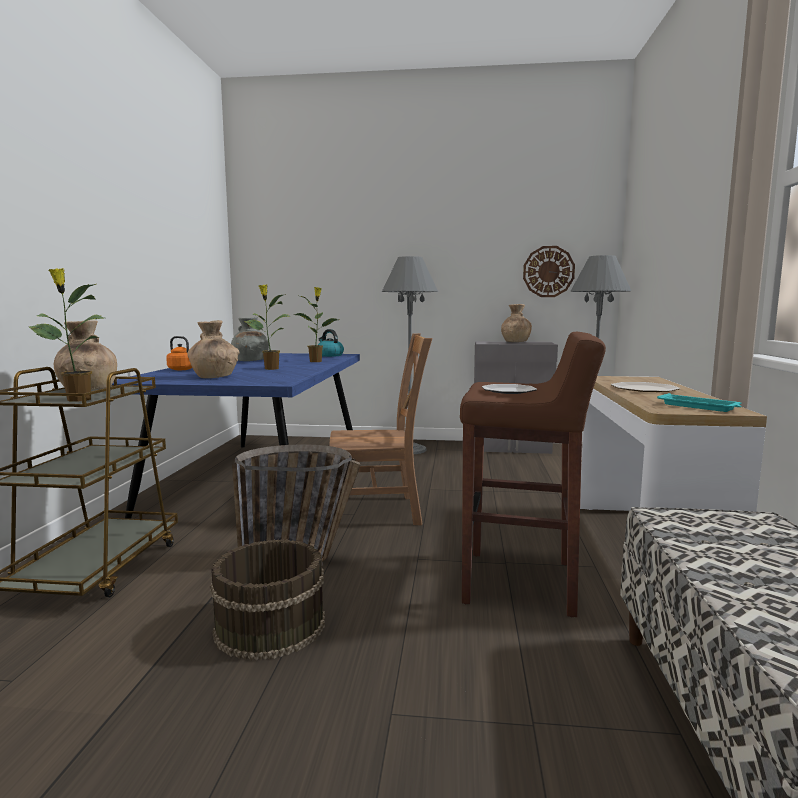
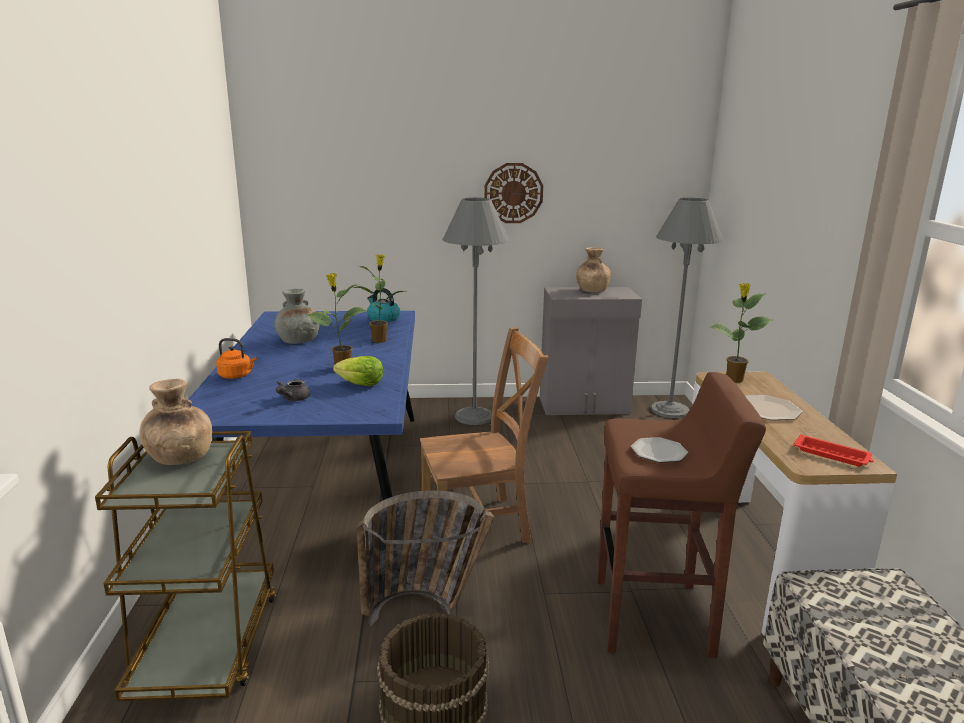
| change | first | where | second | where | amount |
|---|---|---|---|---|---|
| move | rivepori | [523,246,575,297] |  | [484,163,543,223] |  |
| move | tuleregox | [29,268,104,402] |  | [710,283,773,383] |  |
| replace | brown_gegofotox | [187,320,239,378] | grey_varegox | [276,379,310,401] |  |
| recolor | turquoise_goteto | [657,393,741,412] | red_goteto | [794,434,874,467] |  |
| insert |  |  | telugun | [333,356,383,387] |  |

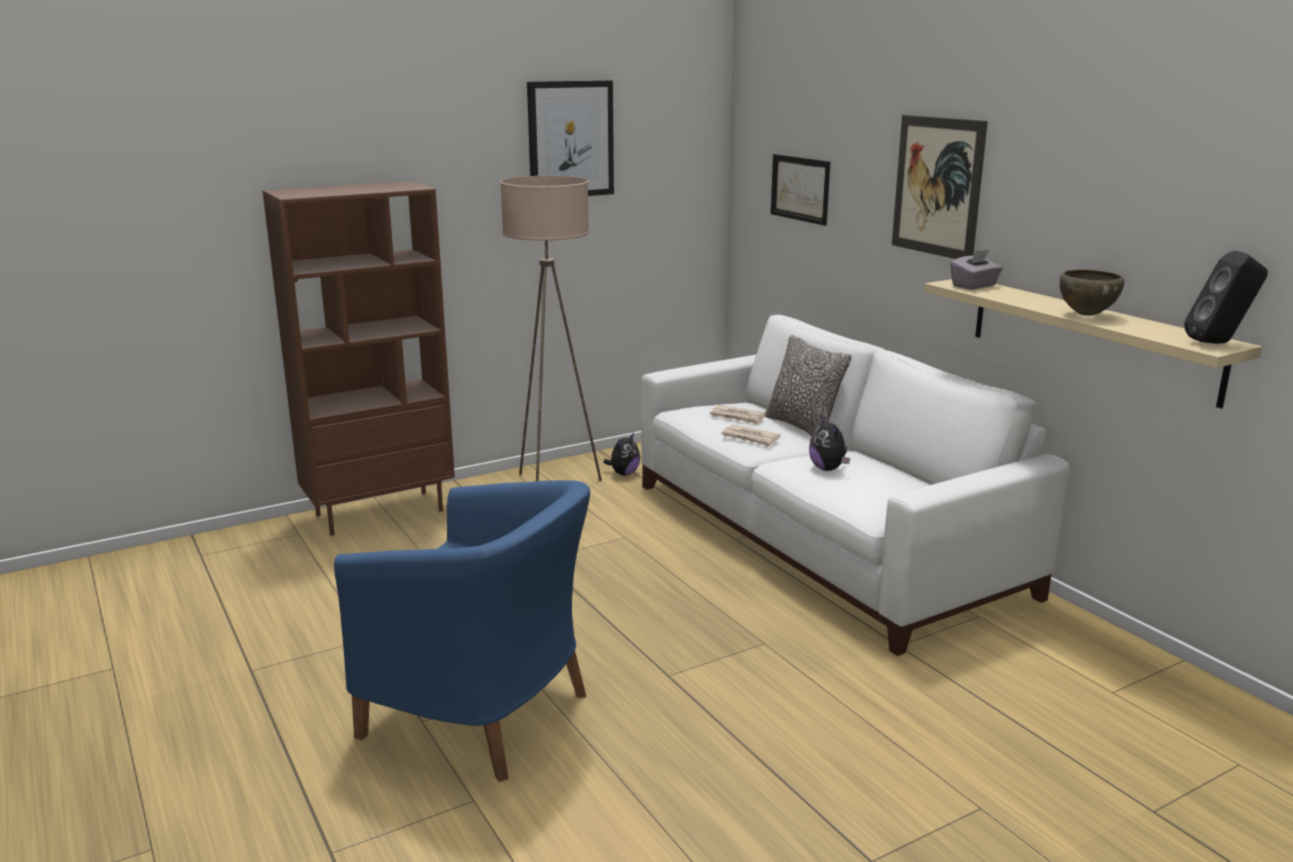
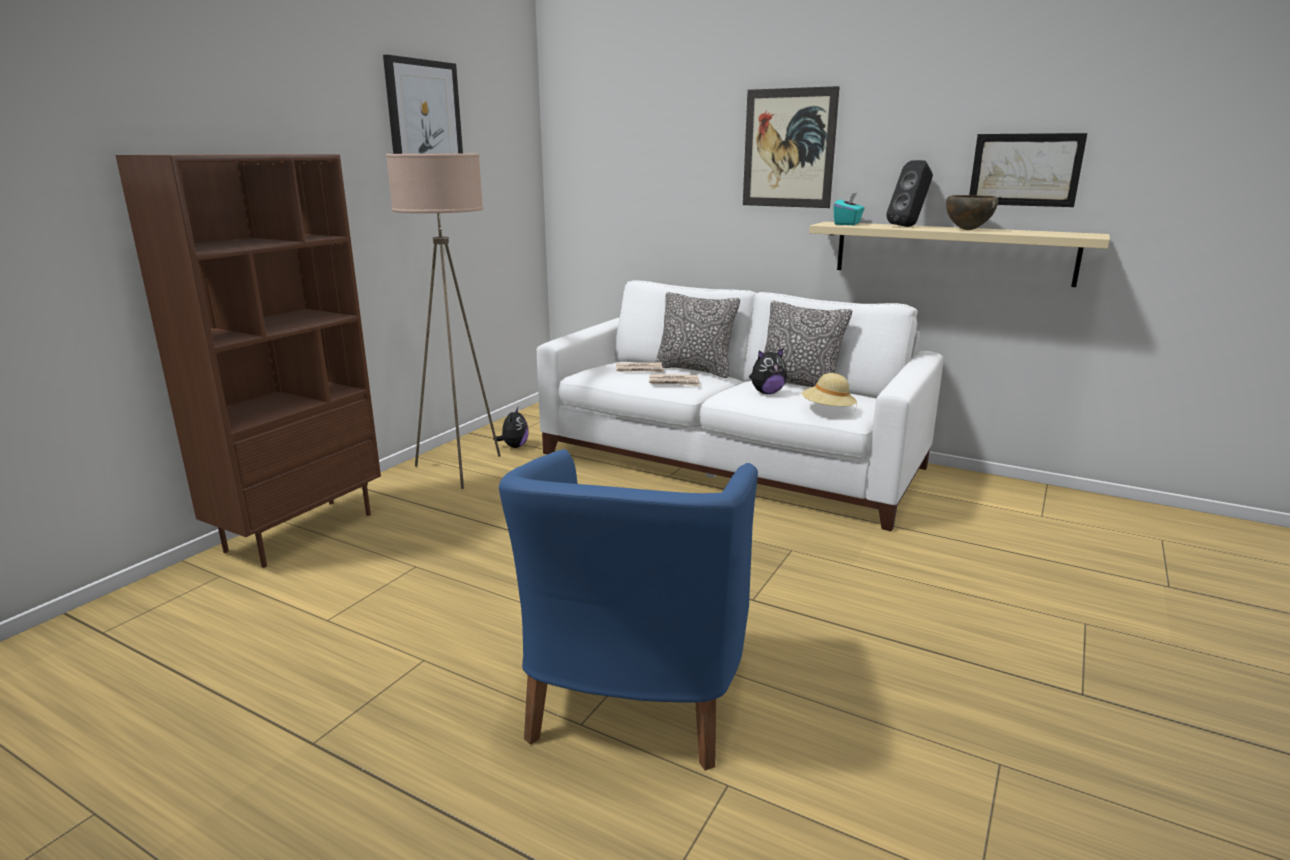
| change | first | where | second | where | amount |
|---|---|---|---|---|---|
| move | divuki | [771,154,830,226] |  | [969,133,1087,207] |  |
| recolor | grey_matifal | [950,250,1003,290] | turquoise_matifal | [834,193,865,225] |  |
| move | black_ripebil | [1184,251,1268,344] |  | [886,160,933,227] |  |
| rotate | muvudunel | [809,415,850,471] |  | [749,348,787,394] | 60 degrees counterclockwise |
| rotate | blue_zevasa | [334,480,590,782] |  | [499,449,758,770] | 105 degrees clockwise |
| insert |  |  | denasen | [764,301,852,387] |  |
| insert |  |  | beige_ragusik | [802,373,857,406] |  |

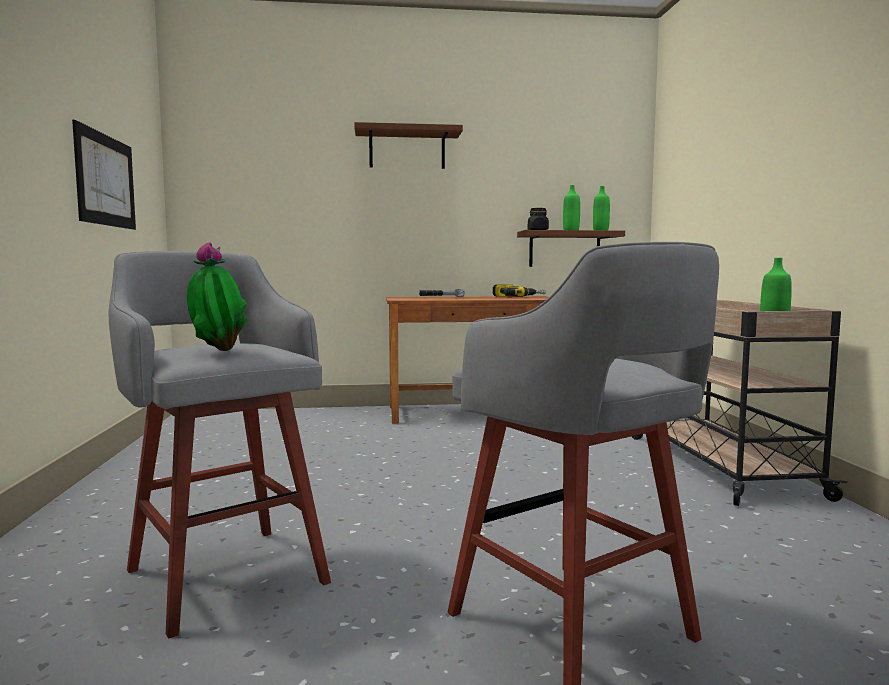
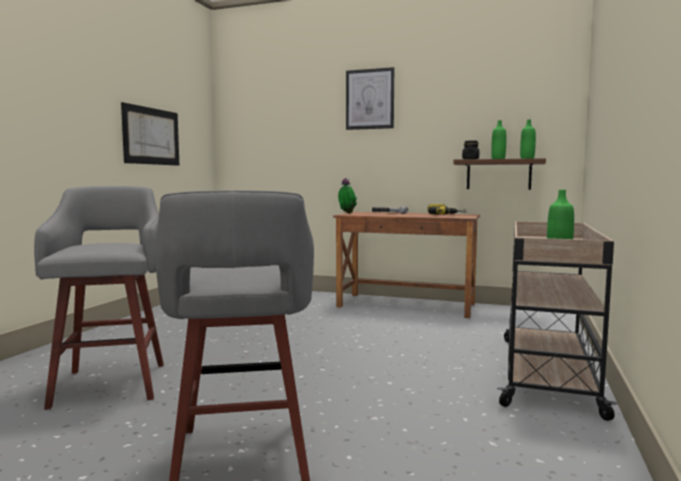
| change | first | where | second | where | amount |
|---|---|---|---|---|---|
| replace | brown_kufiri | [354,122,463,169] | divuki | [346,67,394,130] |  |
| move | tuleregox | [187,242,247,351] |  | [338,178,357,214] |  |

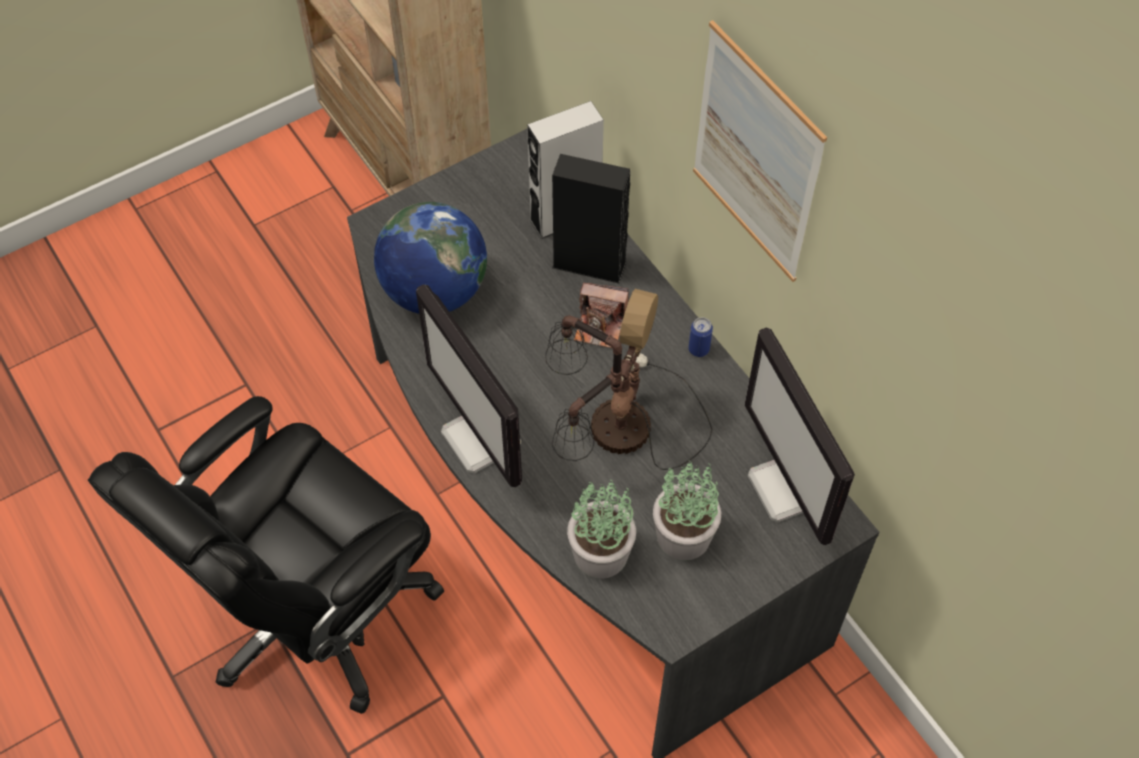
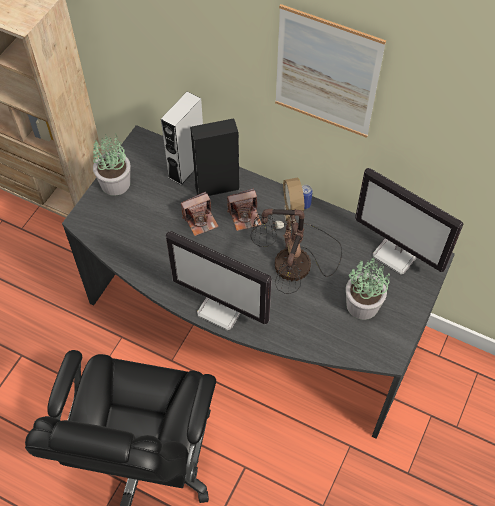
| change | first | where | second | where | amount |
|---|---|---|---|---|---|
| delete | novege | [374,202,487,314] |  |  |  |
| move | tuleregox | [567,480,636,579] |  | [93,135,130,196] |  |
| insert |  |  | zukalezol | [181,192,219,236] |  |

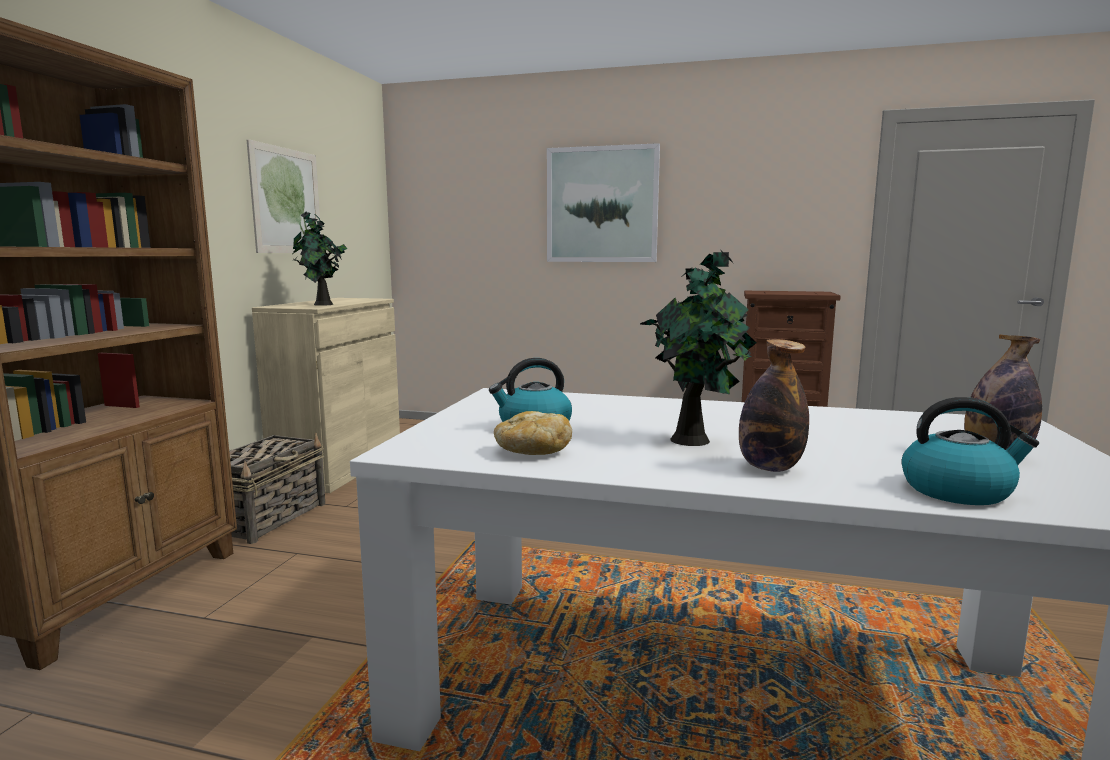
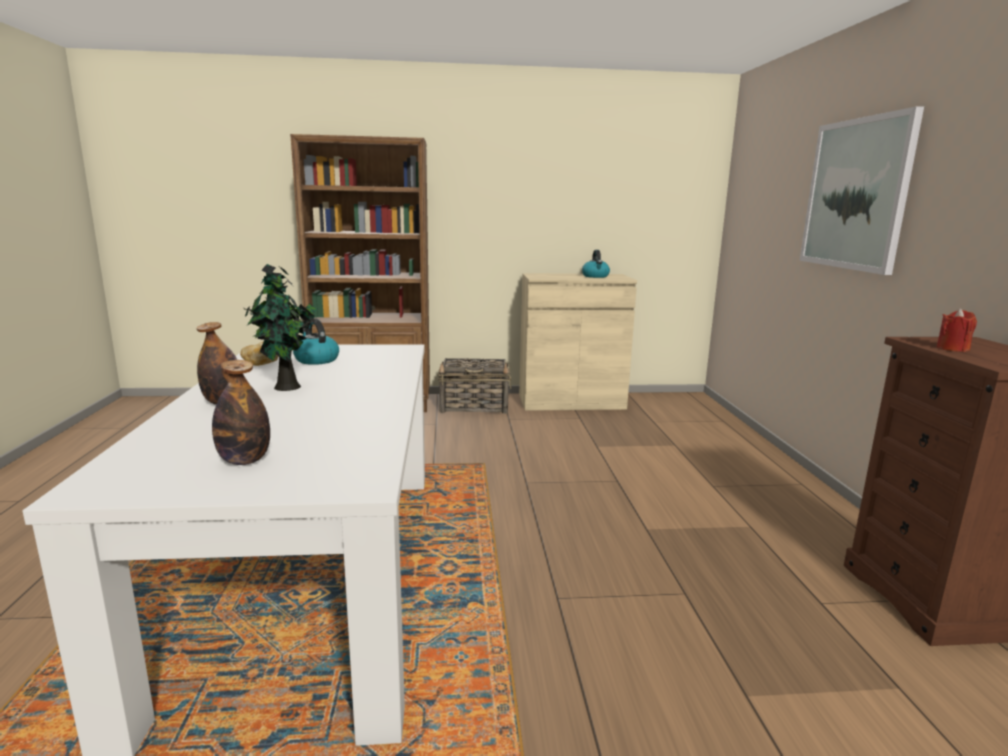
| change | first | where | second | where | amount |
|---|---|---|---|---|---|
| delete | divuki | [247,139,321,253] |  |  |  |
| delete | tuleregox | [293,212,347,306] |  |  |  |
| move | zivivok | [902,397,1039,505] |  | [582,250,610,278] |  |
| insert |  |  | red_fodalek | [937,309,977,352] |  |

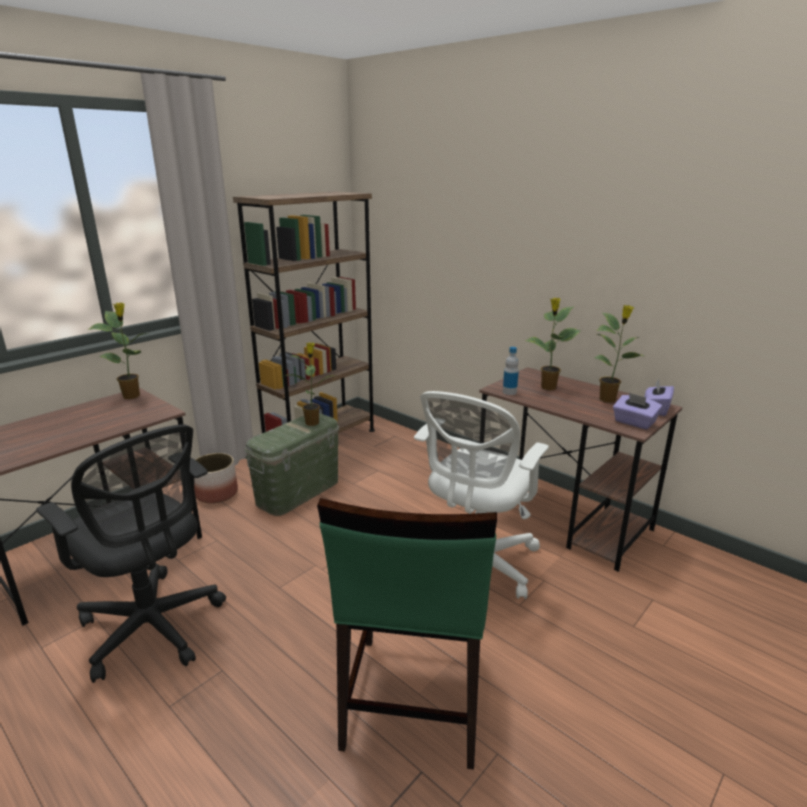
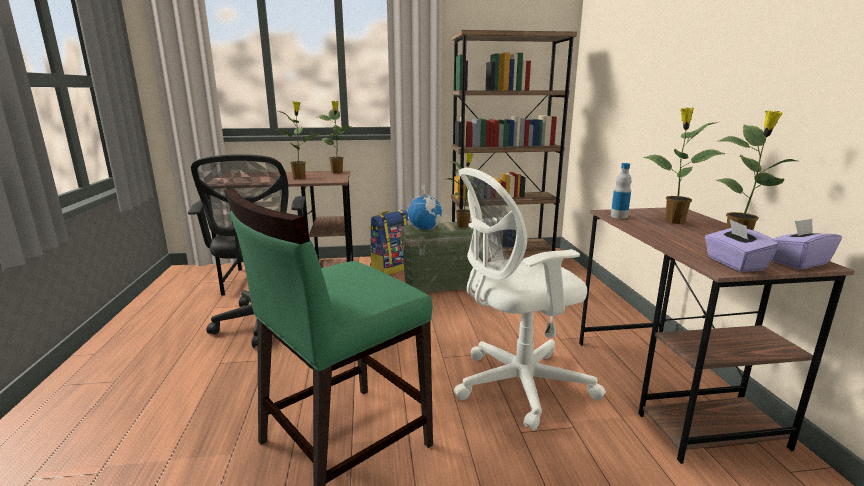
| change | first | where | second | where | amount |
|---|---|---|---|---|---|
| replace | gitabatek | [194,453,238,503] | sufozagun | [369,210,409,275] |  |
| insert |  |  | tuleregox | [274,101,319,179] |  |
| insert |  |  | novege | [406,184,444,230] |  |

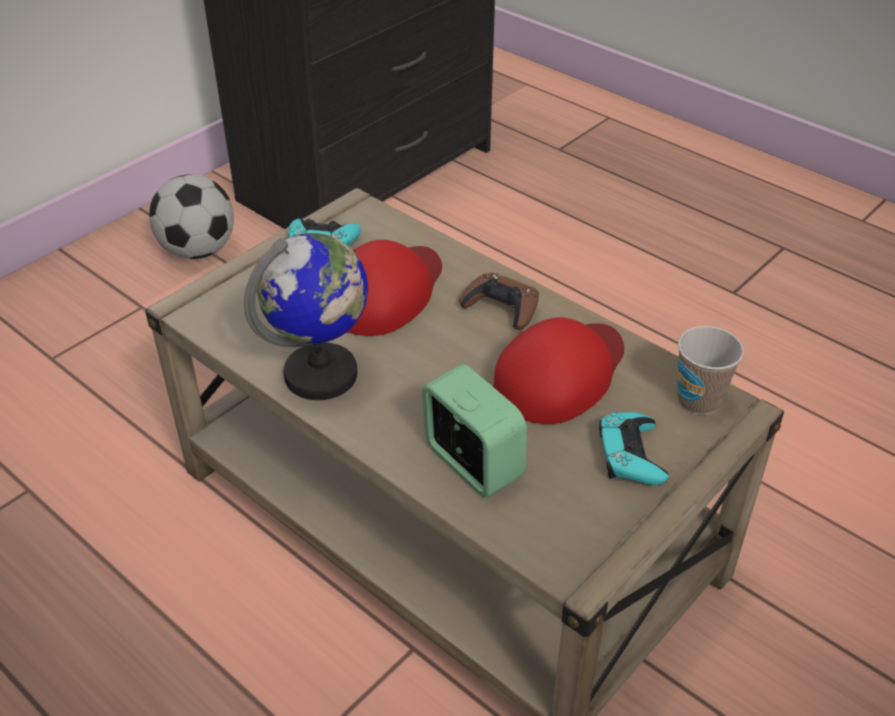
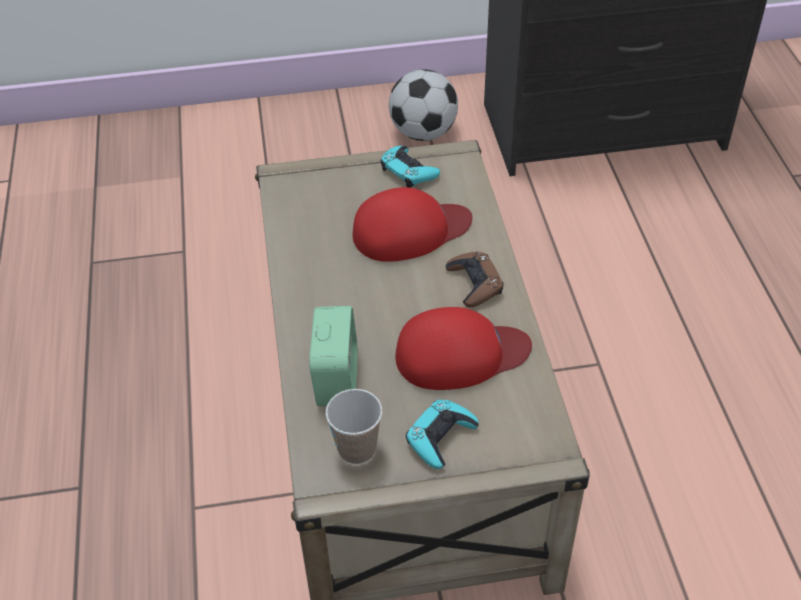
| change | first | where | second | where | amount |
|---|---|---|---|---|---|
| delete | novege | [244,233,368,400] |  |  |  |
| move | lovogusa | [677,326,744,415] |  | [326,389,382,464] |  |

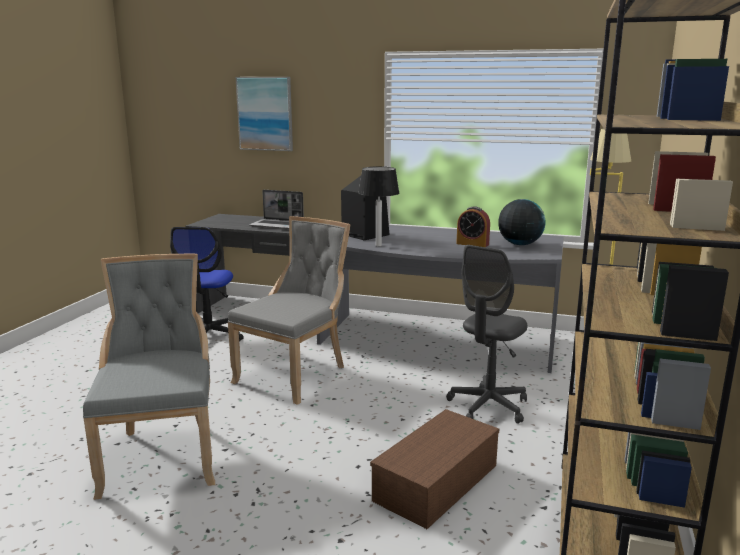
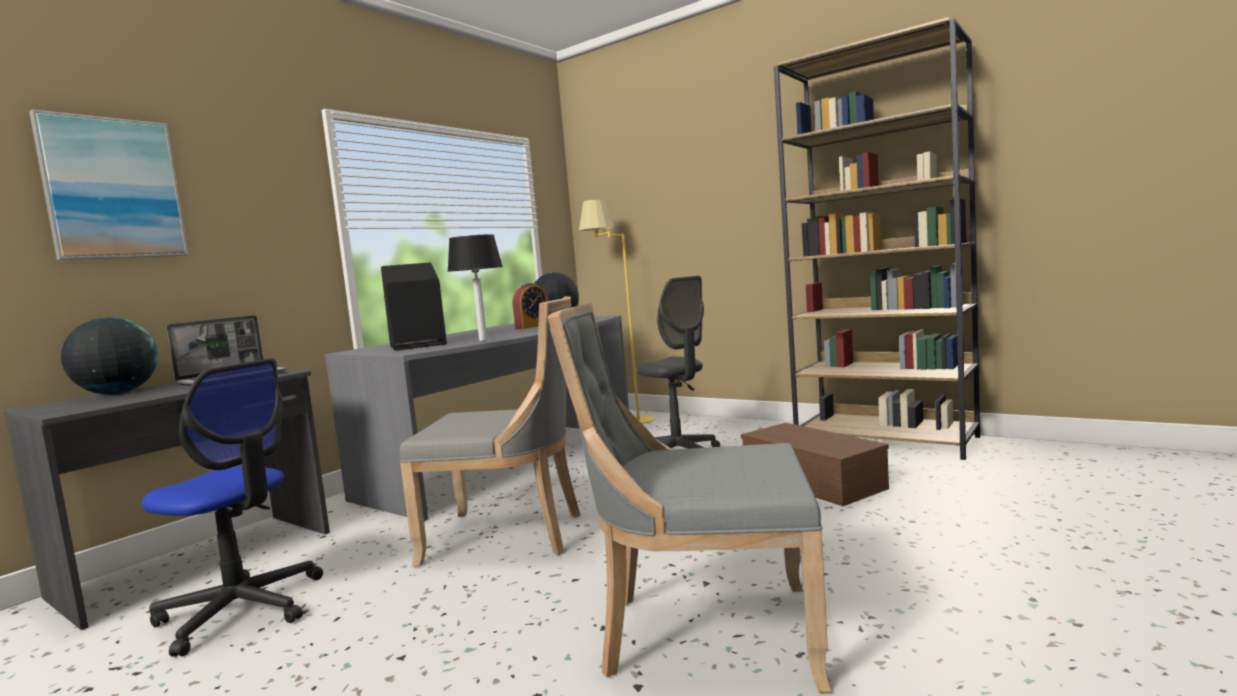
| change | first | where | second | where | amount |
|---|---|---|---|---|---|
| rotate | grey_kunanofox | [228,216,350,405] |  | [400,296,581,566] | 135 degrees clockwise |
| insert |  |  | novege | [61,317,158,395] |  |

